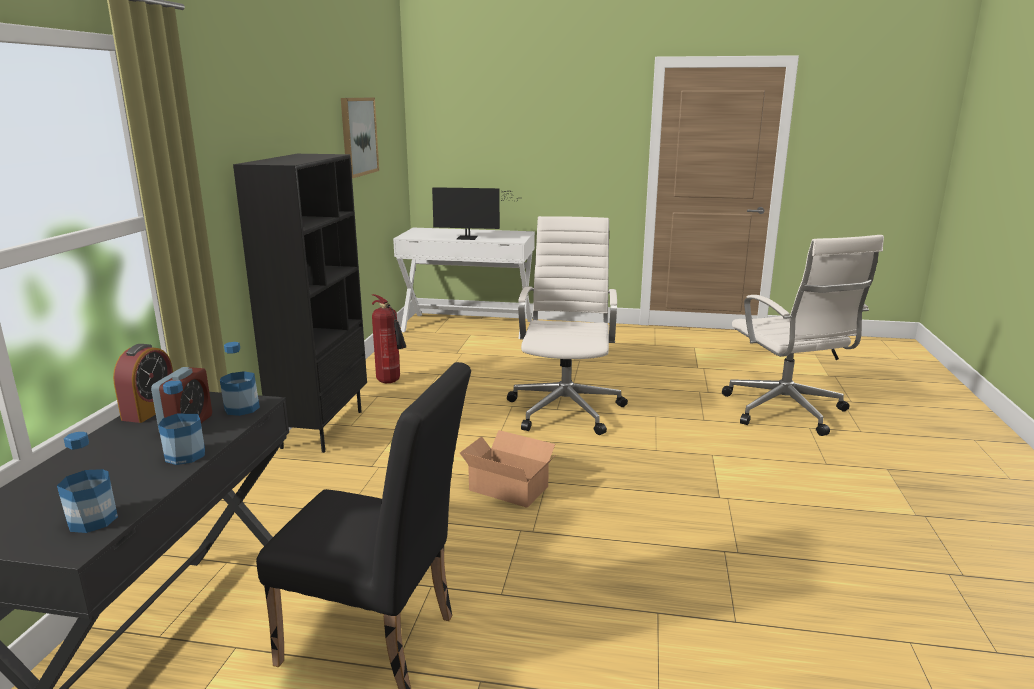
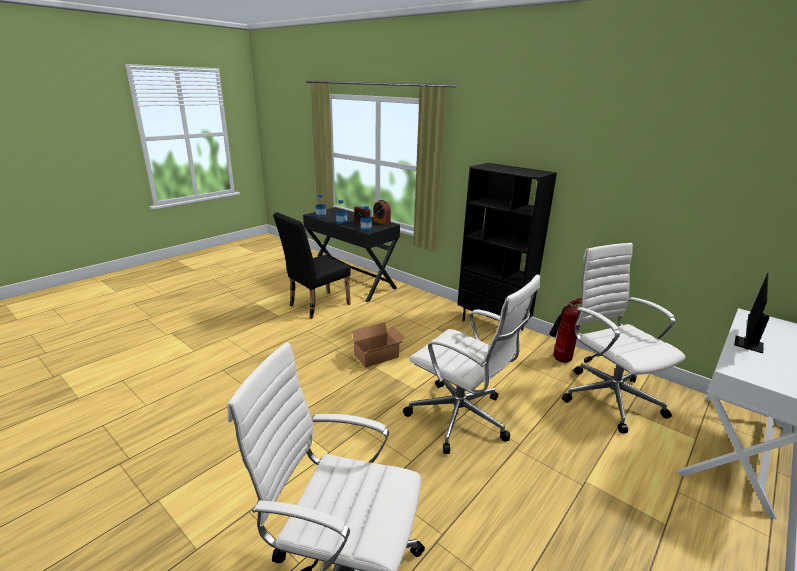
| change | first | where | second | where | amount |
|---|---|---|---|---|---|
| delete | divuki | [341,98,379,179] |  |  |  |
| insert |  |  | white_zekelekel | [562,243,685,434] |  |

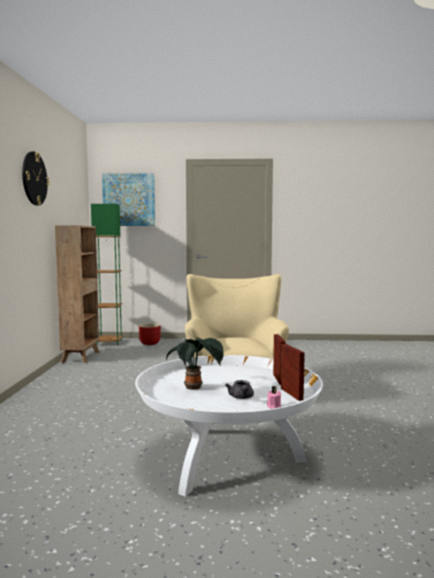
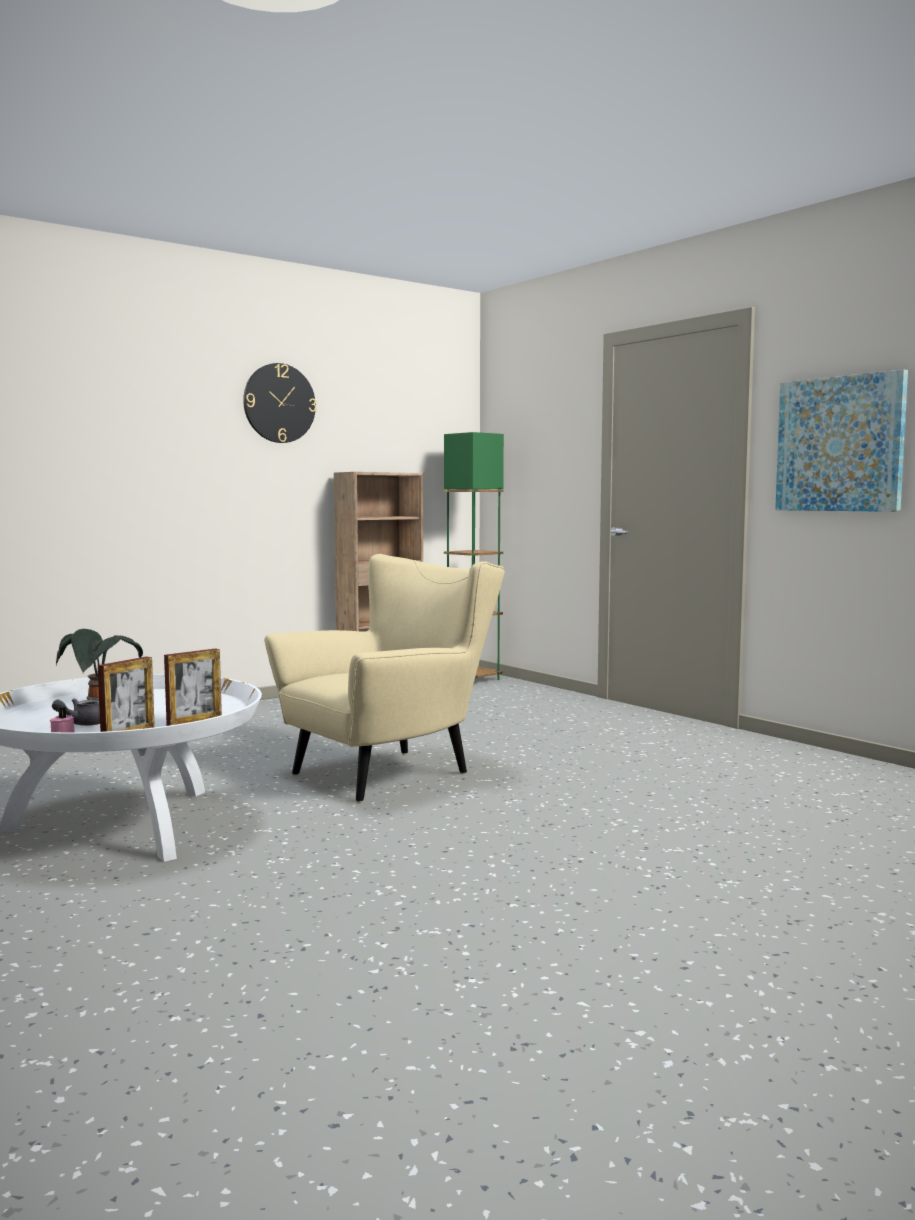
| change | first | where | second | where | amount |
|---|---|---|---|---|---|
| move | divuki | [102,173,155,226] |  | [775,369,908,512] |  |
| delete | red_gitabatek | [139,323,161,345] |  |  |  |

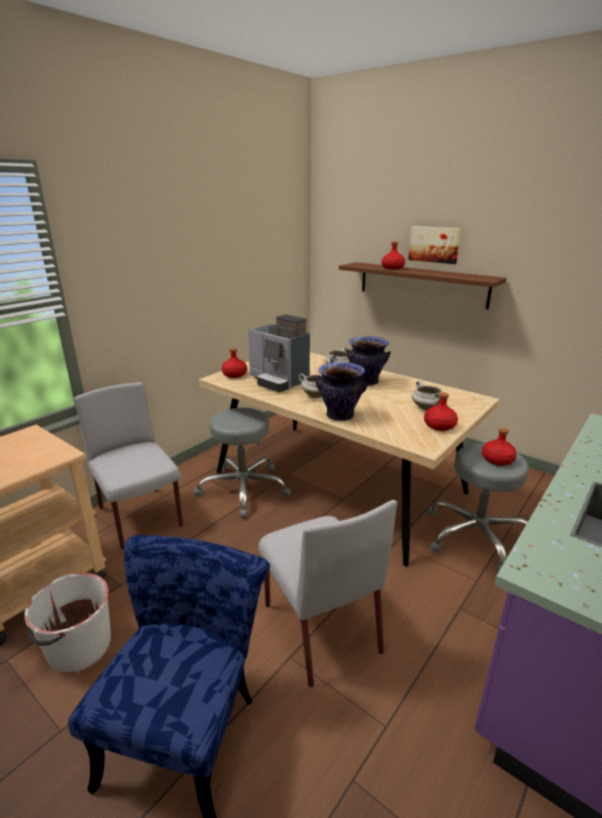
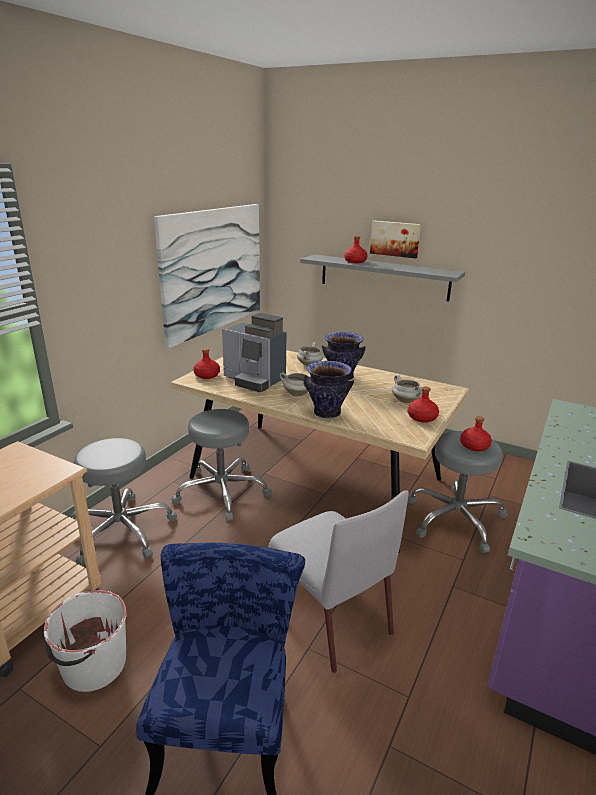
| change | first | where | second | where | amount |
|---|---|---|---|---|---|
| recolor | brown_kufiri | [339,262,506,309] | grey_kufiri | [300,255,465,302] |  |
| replace | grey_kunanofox | [74,382,183,550] | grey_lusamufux | [70,438,177,565] |  |
| insert |  |  | divuki | [154,204,260,348] |  |

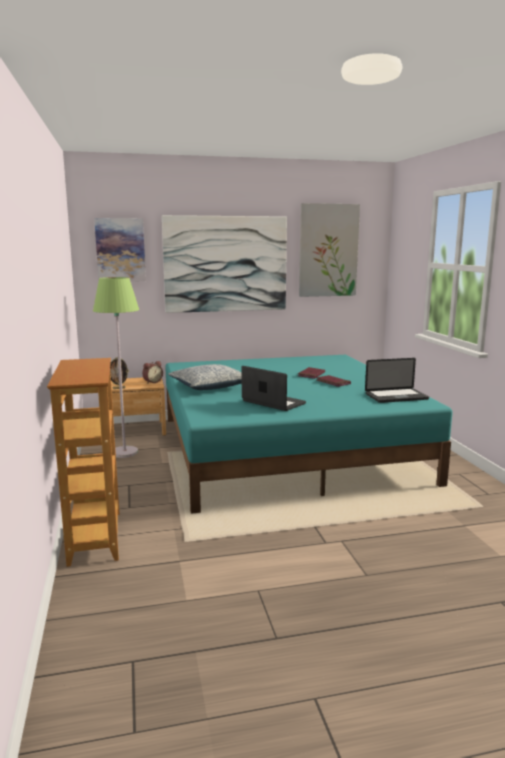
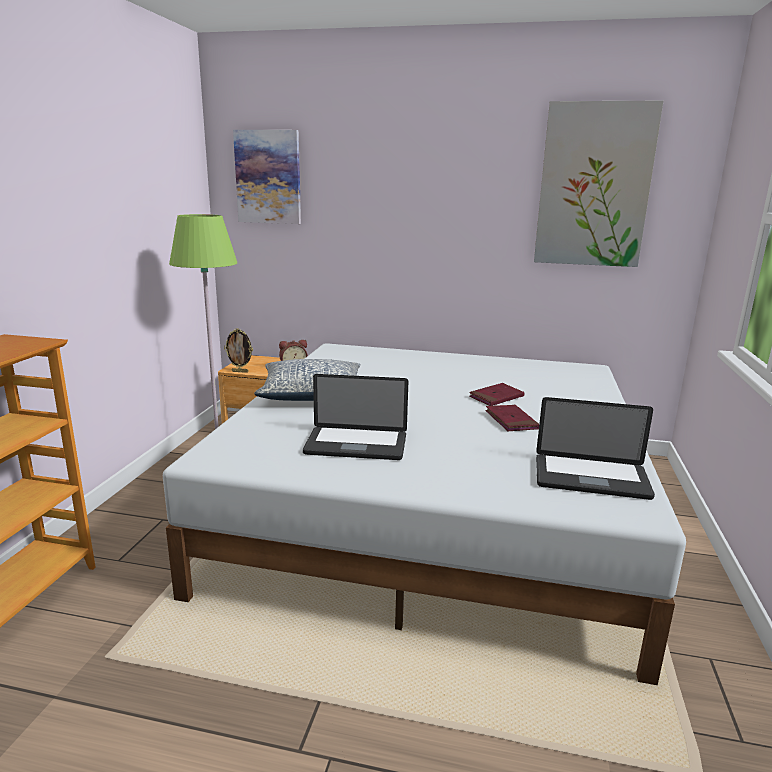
| change | first | where | second | where | amount |
|---|---|---|---|---|---|
| delete | divuki | [162,215,287,313] |  |  |  |
| recolor | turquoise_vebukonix | [165,355,453,514] | white_vebukonix | [163,343,686,685] |  |
| rotate | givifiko | [242,366,306,411] |  | [303,374,408,460] | 120 degrees clockwise |

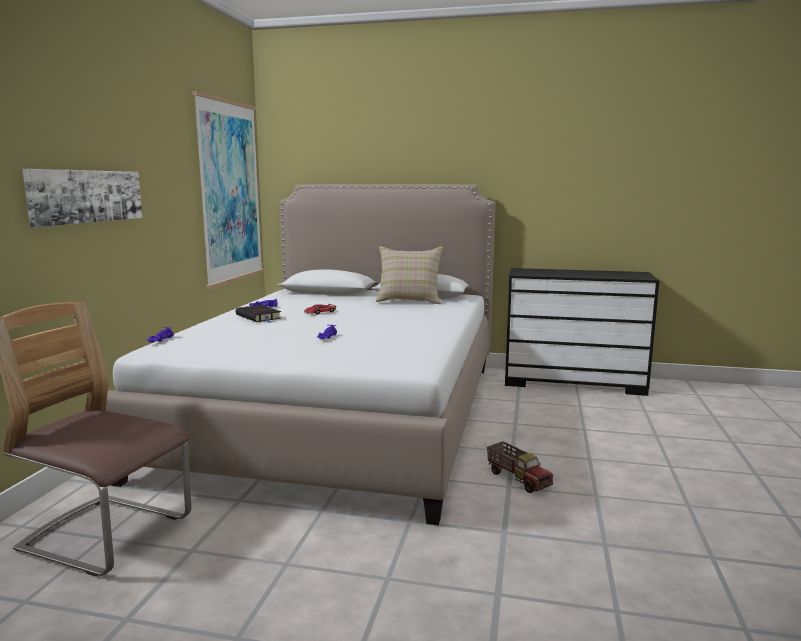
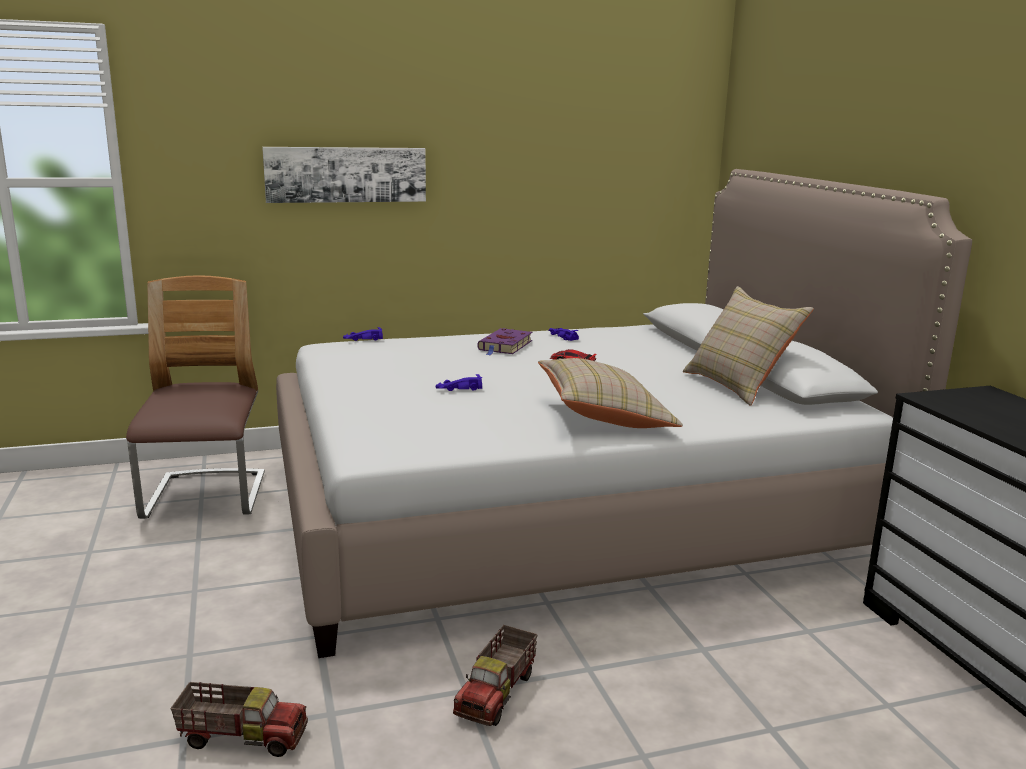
| change | first | where | second | where | amount |
|---|---|---|---|---|---|
| delete | divuki | [192,91,264,289] |  |  |  |
| recolor | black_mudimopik | [236,305,281,323] | purple_mudimopik | [477,328,532,355] |  |
| insert |  |  | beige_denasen | [538,358,683,428] |  |
| insert |  |  | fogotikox | [171,682,308,757] |  |

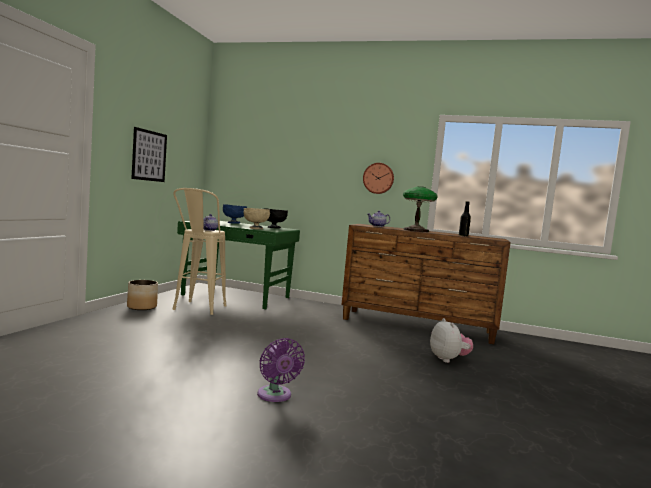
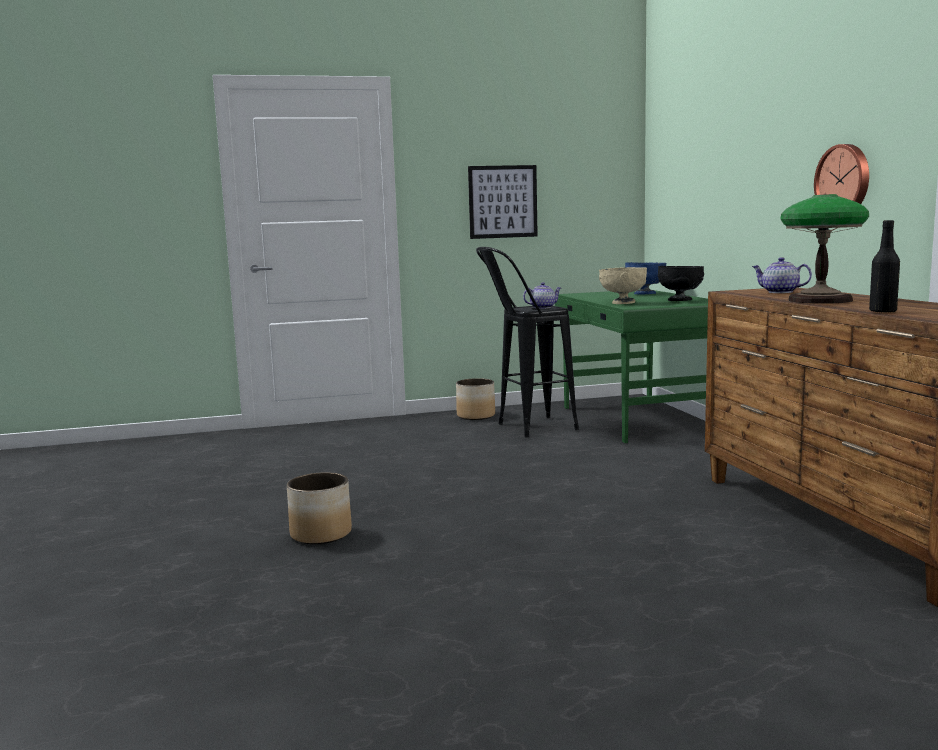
| change | first | where | second | where | amount |
|---|---|---|---|---|---|
| recolor | beige_lusamufux | [173,188,226,315] | black_lusamufux | [476,247,579,437] |  |
| delete | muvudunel | [430,318,473,363] |  |  |  |
| replace | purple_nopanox | [257,338,305,402] | gitabatek | [287,472,352,544] |  |

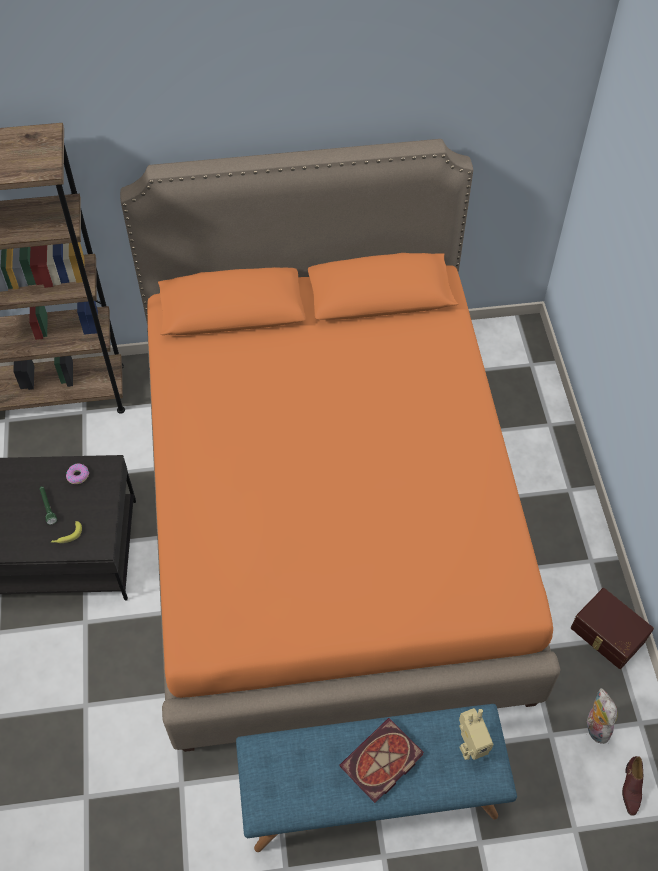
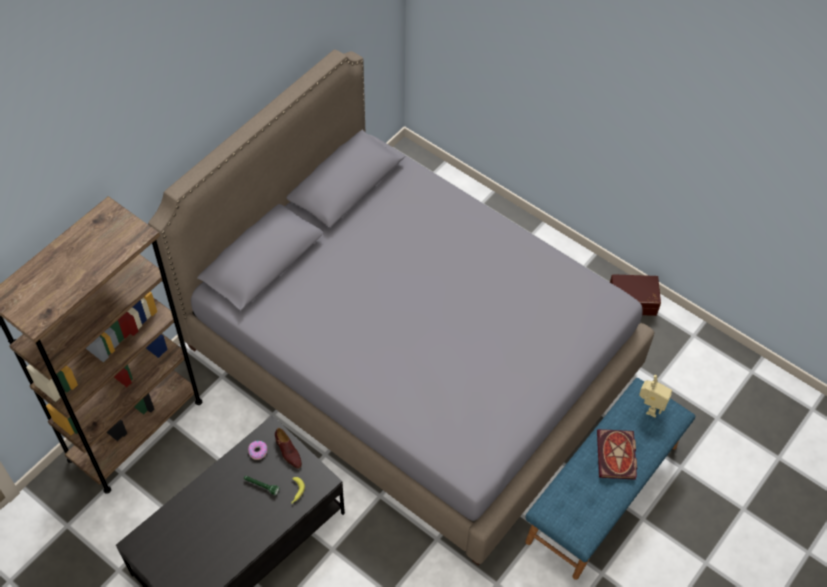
| change | first | where | second | where | amount |
|---|---|---|---|---|---|
| recolor | orange_vebukonix | [120,139,561,752] | grey_vebukonix | [148,49,654,566] |  |
| delete | muvudunel | [586,688,618,744] |  |  |  |
| move | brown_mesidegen | [622,756,643,816] |  | [275,428,302,469] |  |

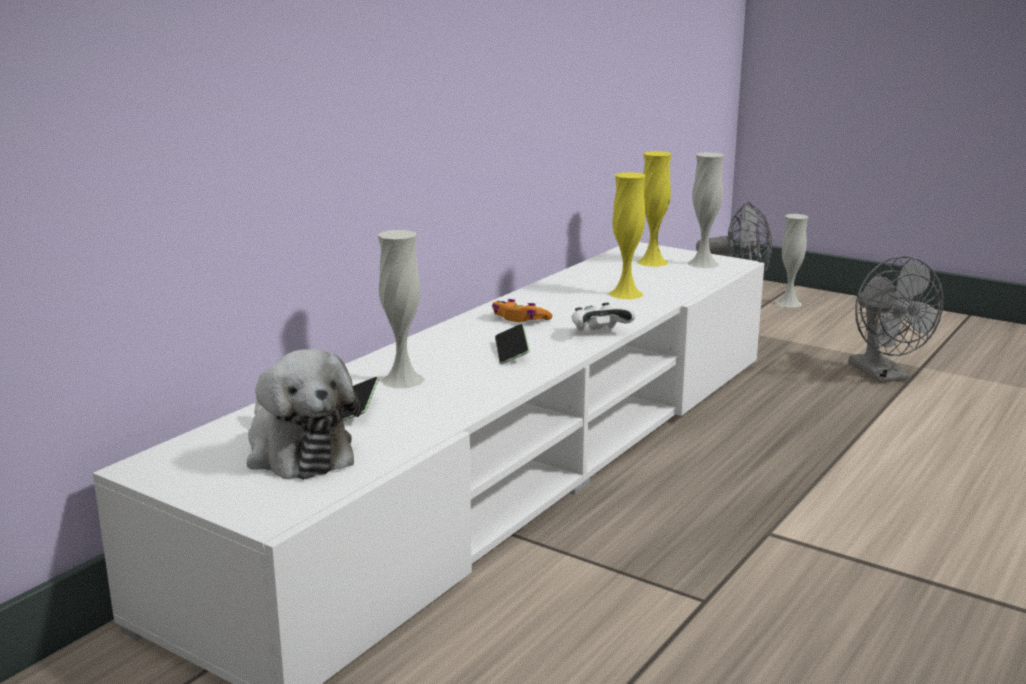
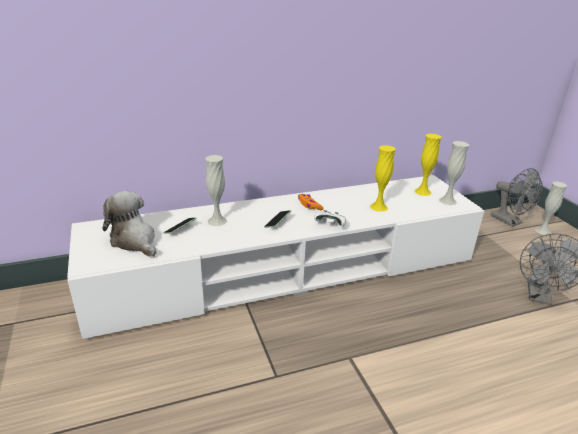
| change | first | where | second | where | amount |
|---|---|---|---|---|---|
| rotate | muvudunel | [247,349,361,480] |  | [102,191,156,257] | 135 degrees clockwise |

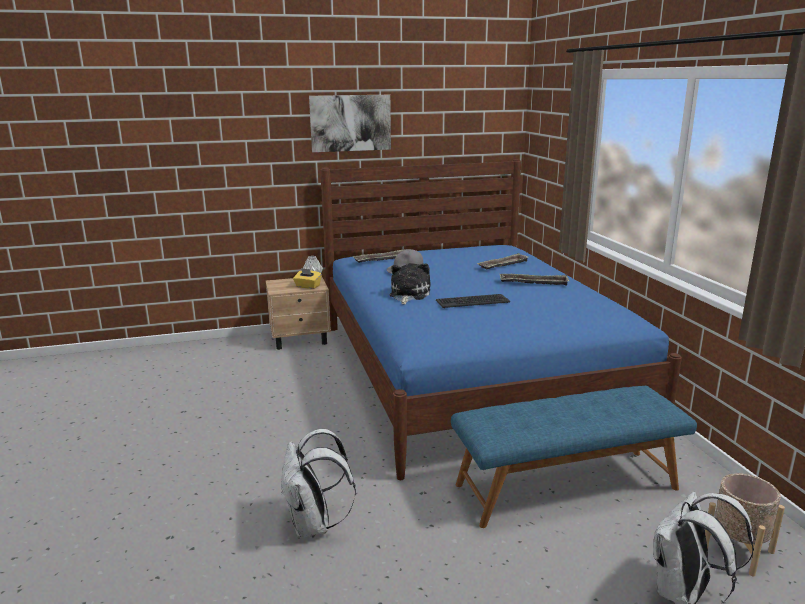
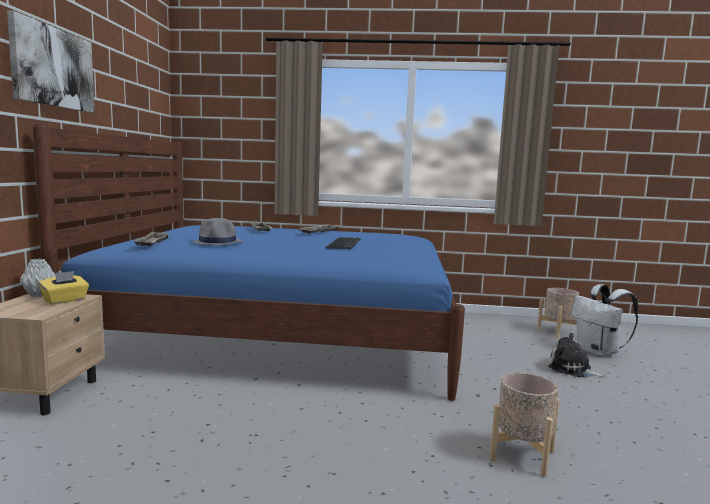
| change | first | where | second | where | amount |
|---|---|---|---|---|---|
| move | muvudunel | [390,263,430,304] |  | [548,333,606,377] |  |
| delete | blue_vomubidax | [451,386,697,528] |  |  |  |
| replace | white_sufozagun | [281,429,356,538] | beige_gitabatek | [490,373,560,477] |  |

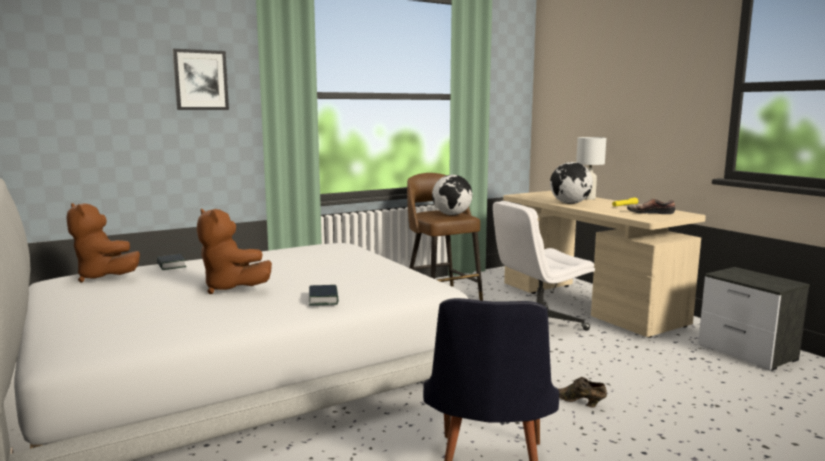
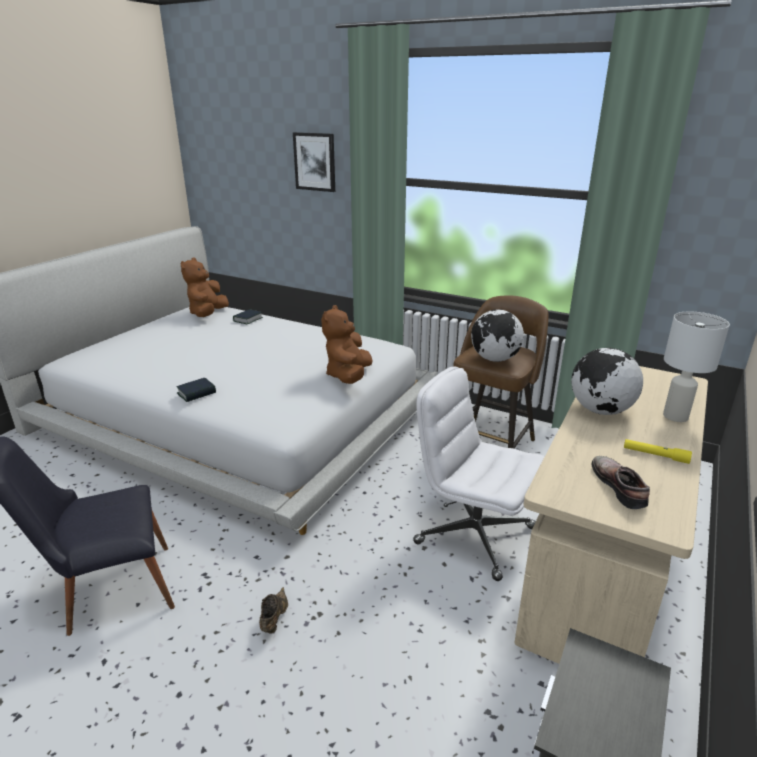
| change | first | where | second | where | amount |
|---|---|---|---|---|---|
| move | brown_muvudunel | [197,209,272,294] |  | [321,305,373,384] |  |

